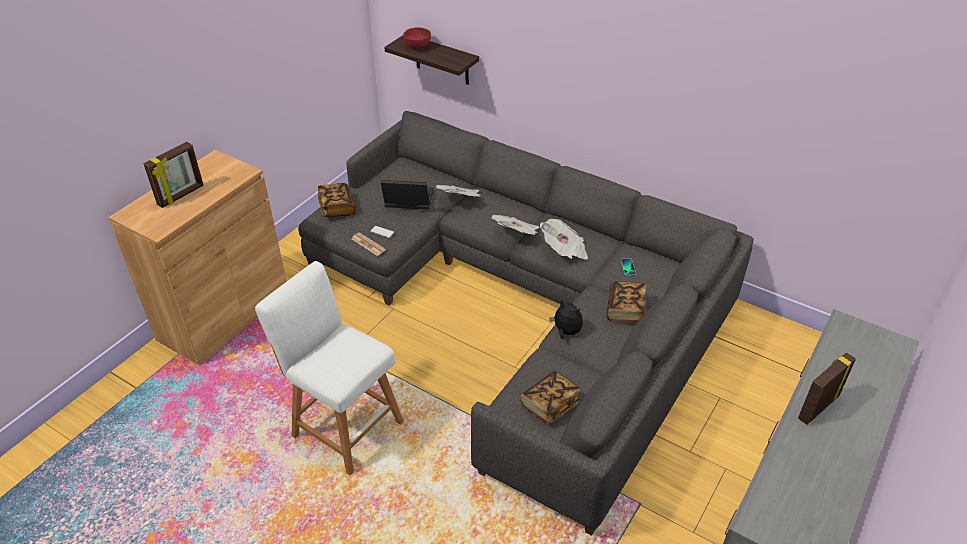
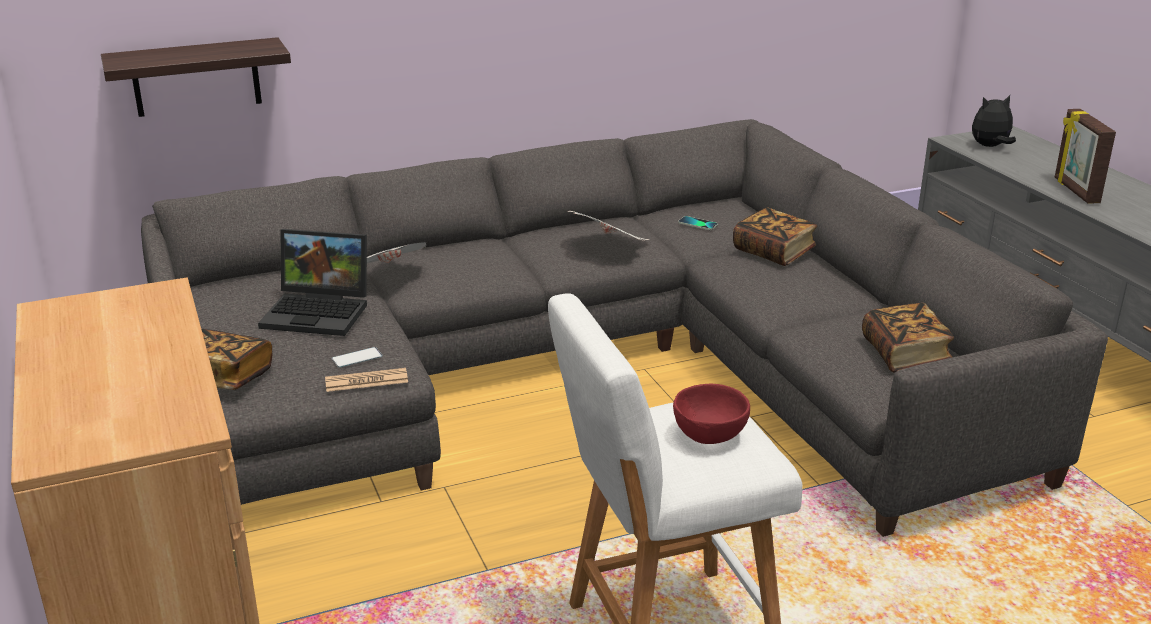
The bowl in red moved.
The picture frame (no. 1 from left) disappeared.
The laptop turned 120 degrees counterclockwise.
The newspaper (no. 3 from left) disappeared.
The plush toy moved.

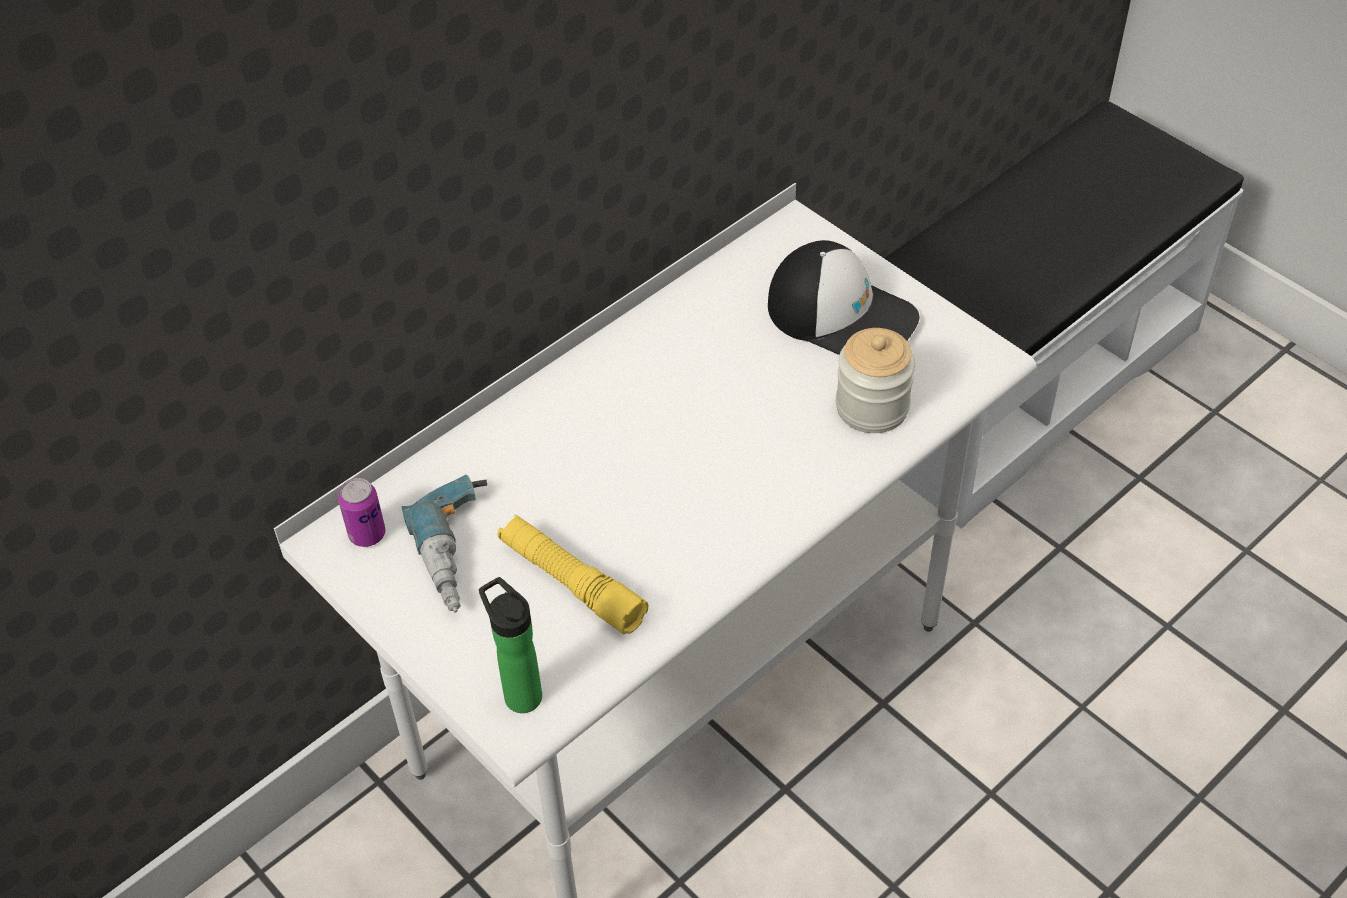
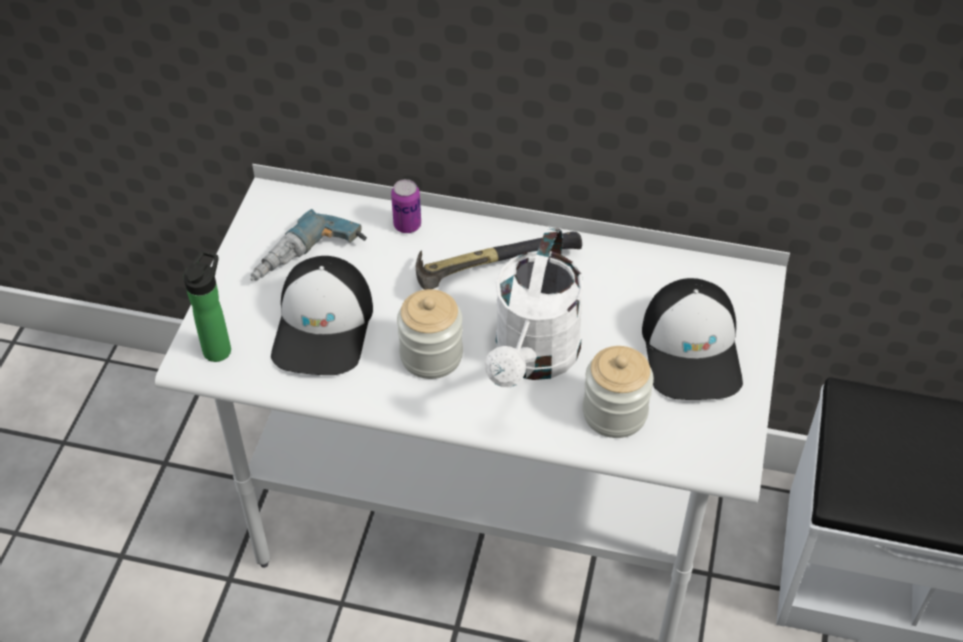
The can moved.
The flashlight in yellow was replaced by the cap (no. 1 from left).
The watering can in white appeared.
The hammer appeared.
The jar (no. 1 from left) appeared.

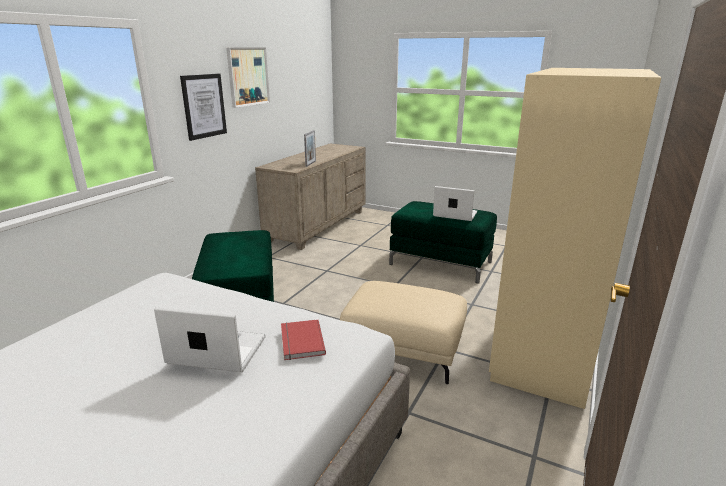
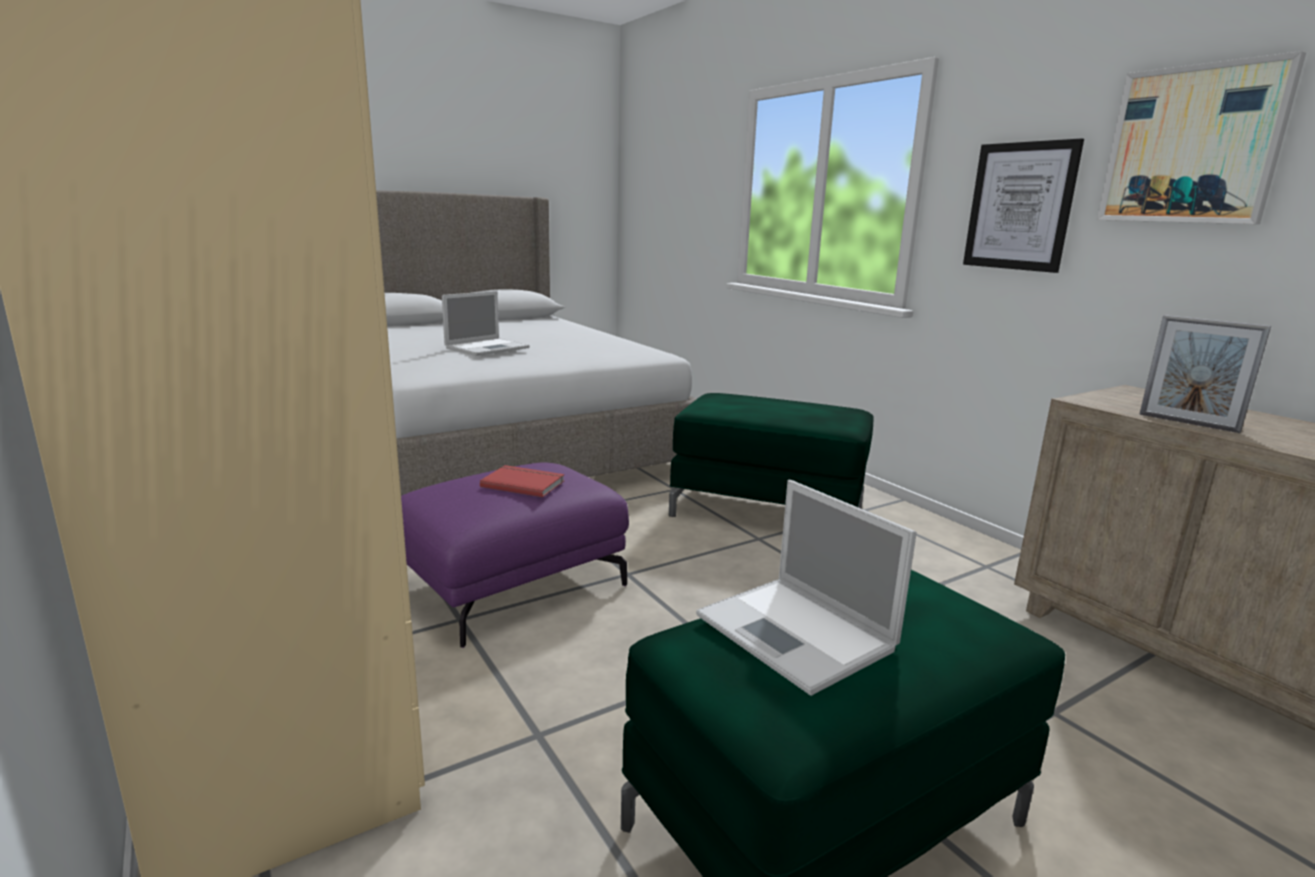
The laptop (no. 2 from left) turned 90 degrees clockwise.
The ottoman in beige became the ottoman in purple.
The book in red moved.

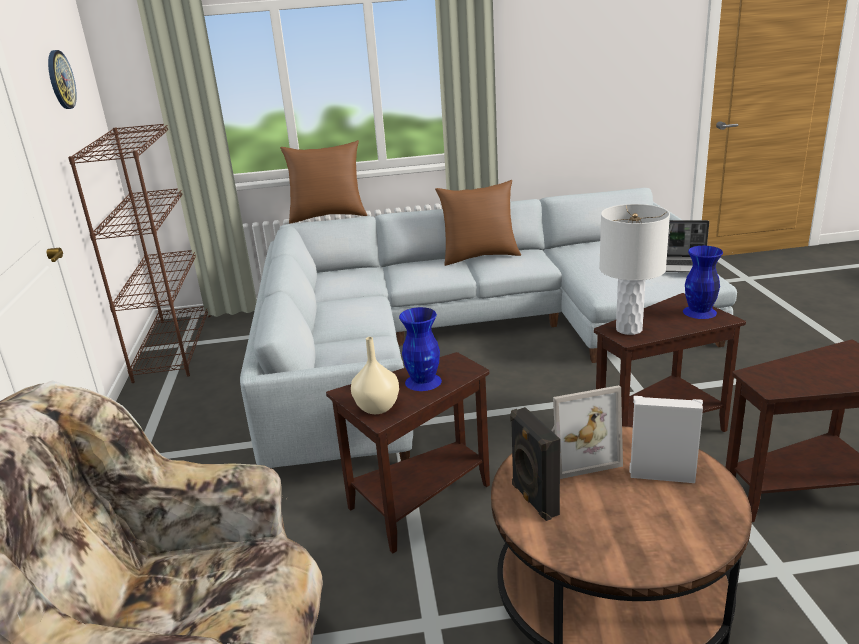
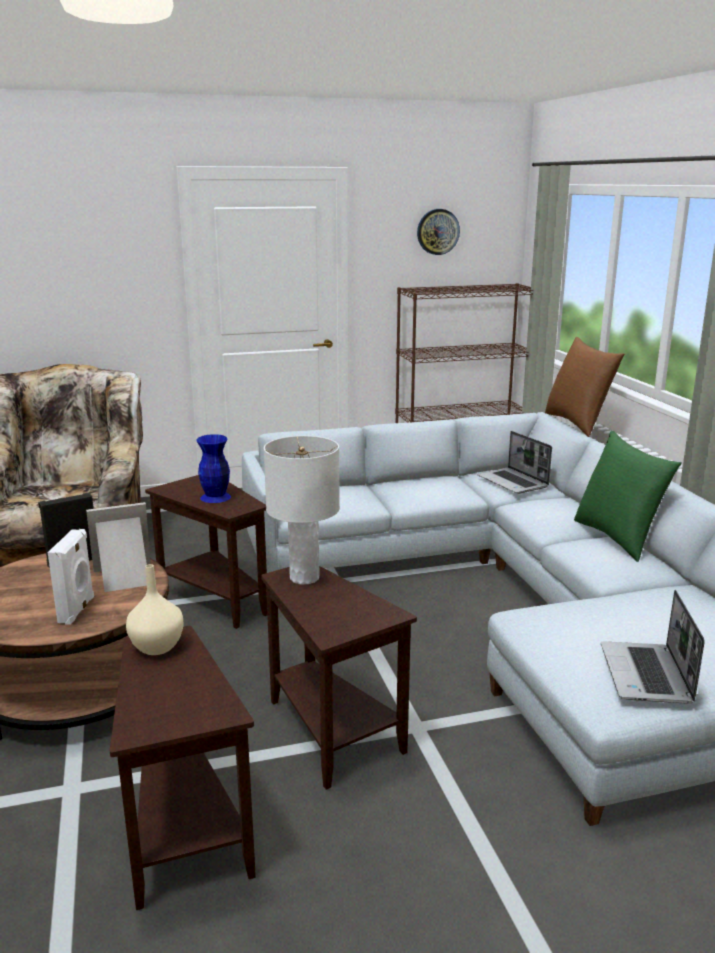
The pillow in brown (no. 2 from left) became the pillow in green.
The vase in blue (no. 2 from left) disappeared.
The vase in beige moved.
The picture frame turned 90 degrees clockwise.
The laptop (no. 1 from left) appeared.

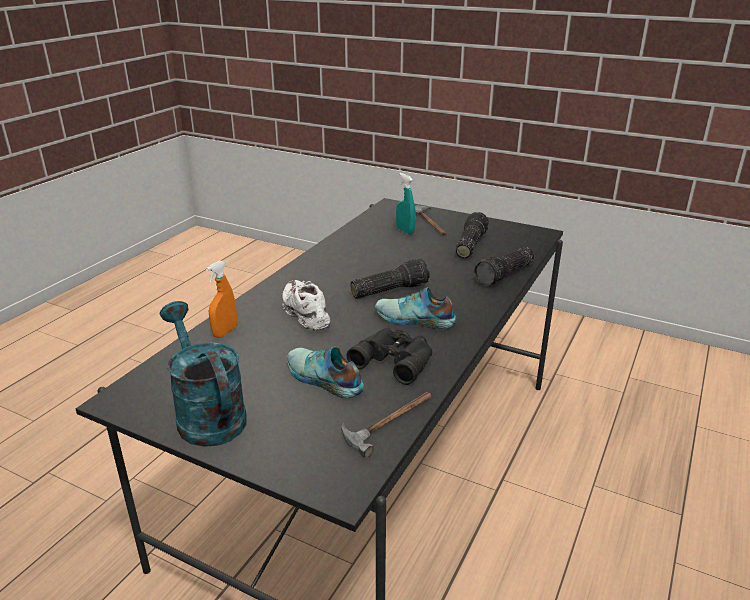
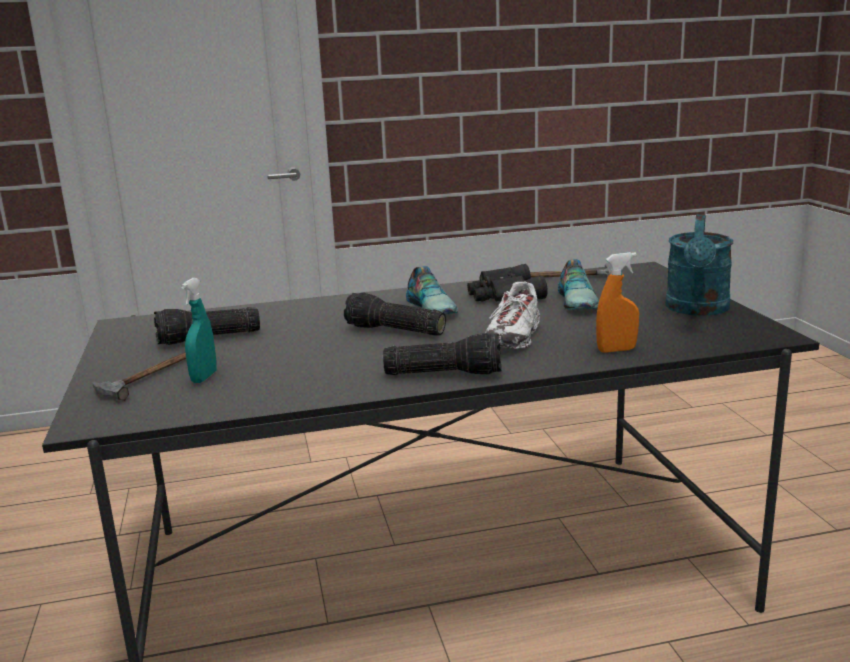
The flashlight (no. 3 from left) moved.

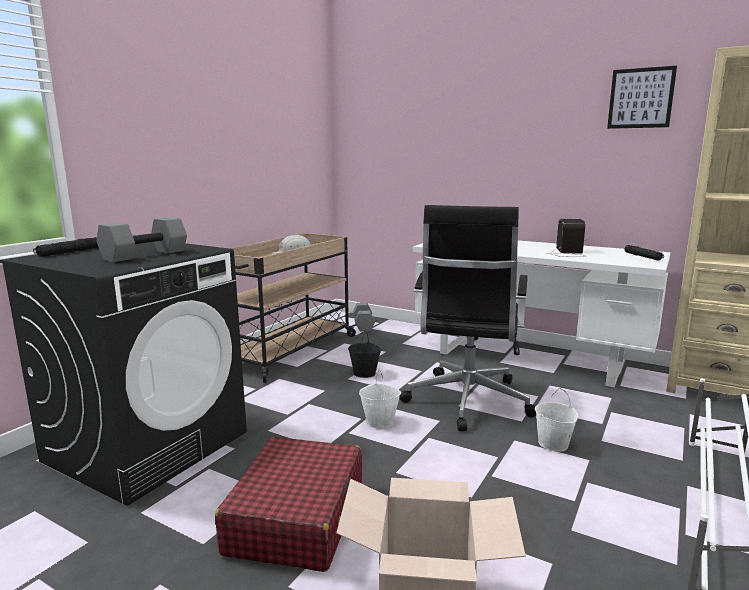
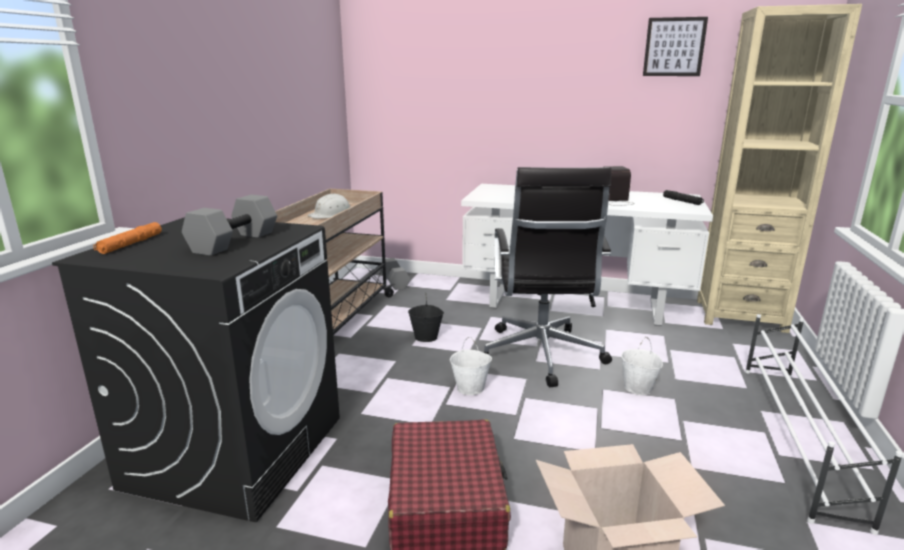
The flashlight in black (no. 1 from left) became the flashlight in orange.

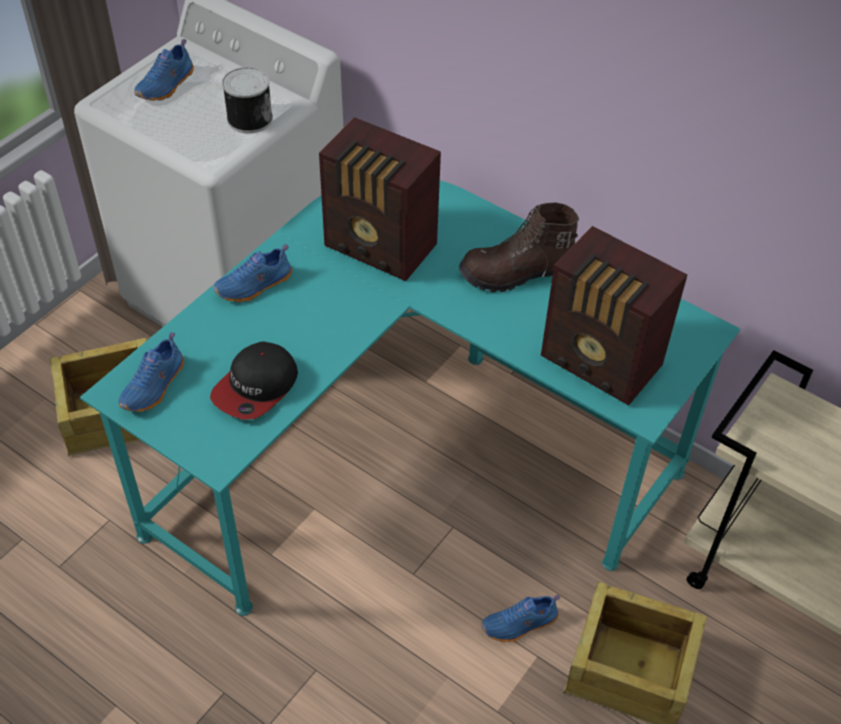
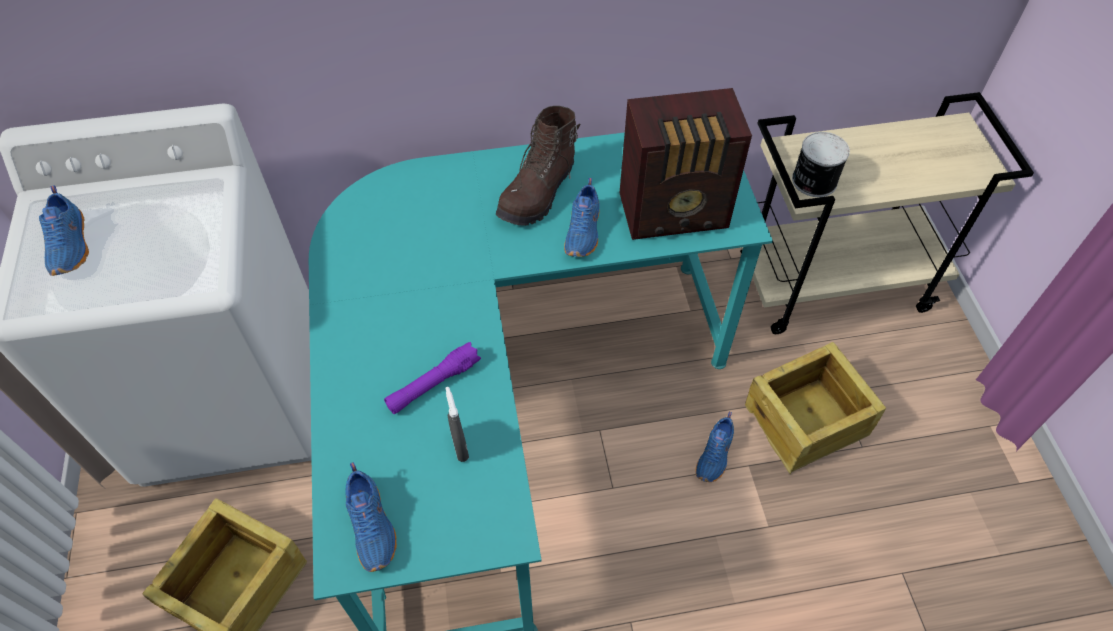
The can moved.
The radio (no. 1 from left) disappeared.
The shoe in blue (no. 3 from left) moved.
The cap was replaced by the spray bottle in grey.
The flashlight in purple appeared.

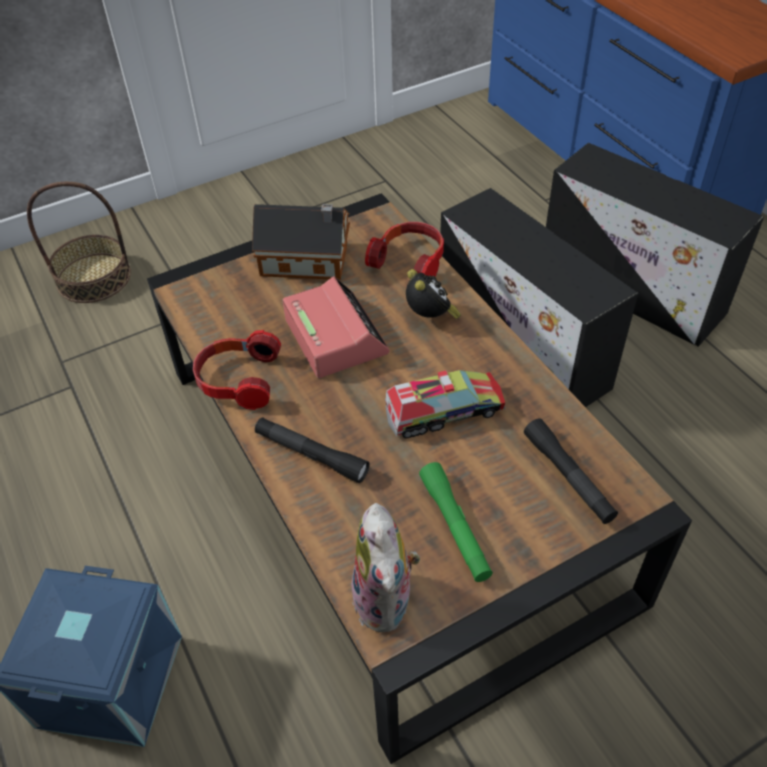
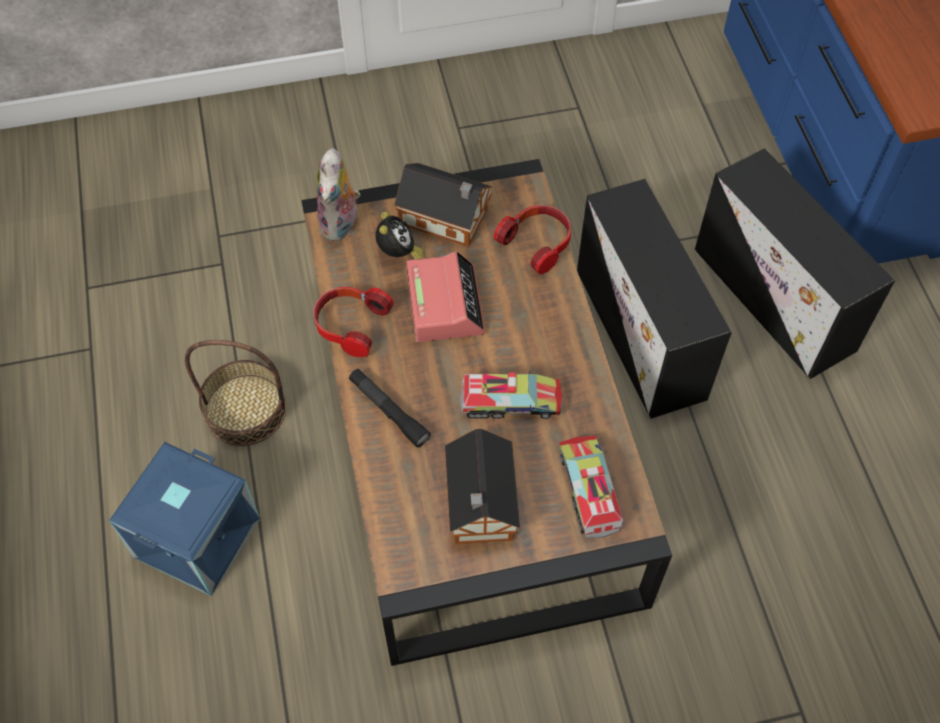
The basket moved.
The alarm clock (no. 2 from left in the first image) moved.
The flashlight in black (no. 2 from left) was replaced by the toy truck (no. 2 from left).
The flashlight in green was replaced by the toy house (no. 2 from left).
The plush toy moved.

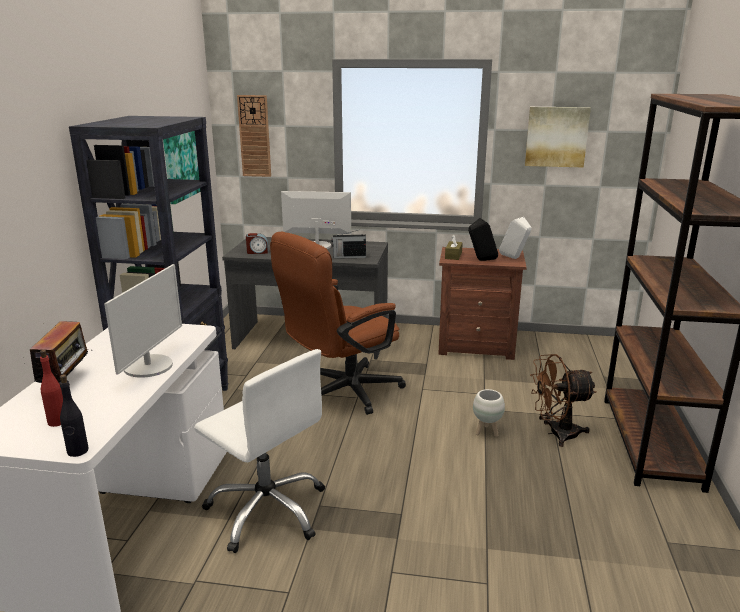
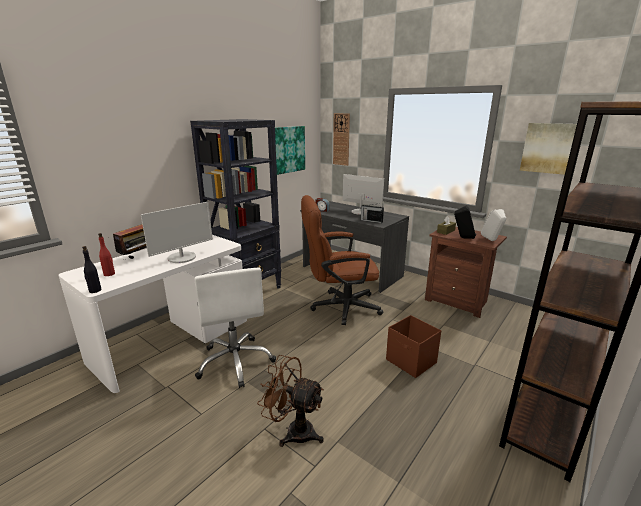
The fan in brown moved.
The planter in white was replaced by the storage box in brown.

